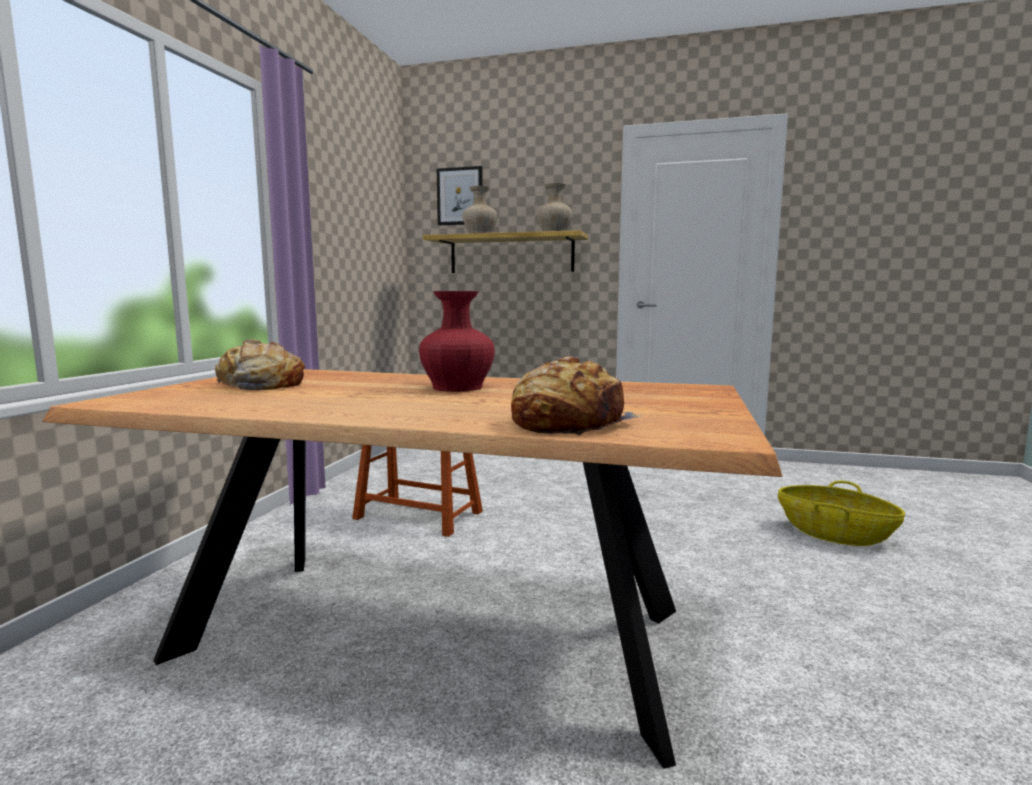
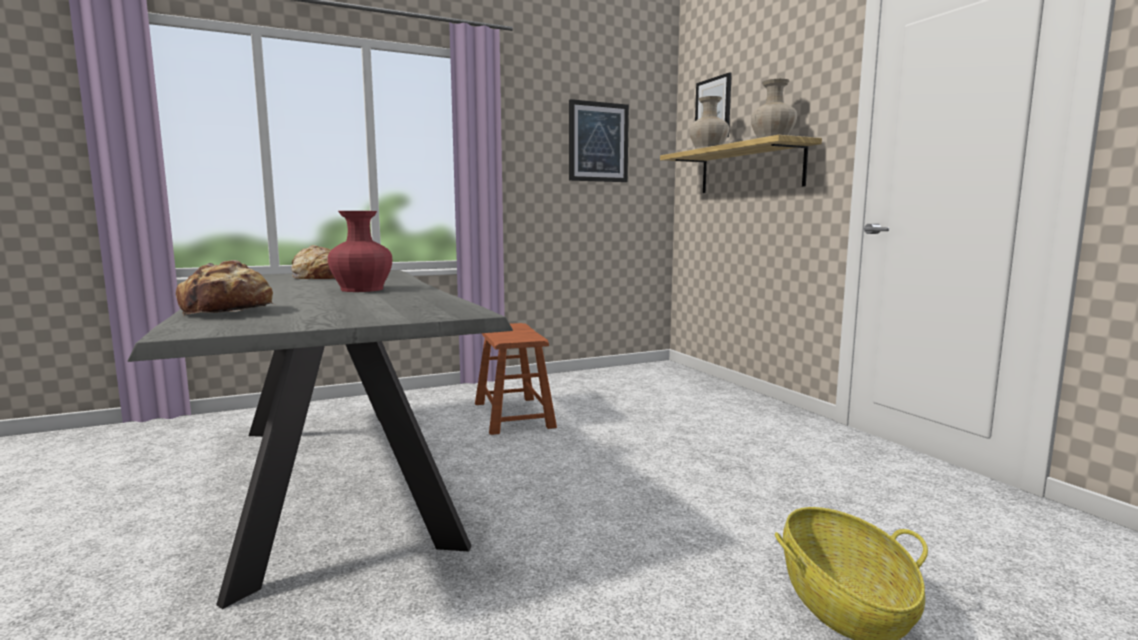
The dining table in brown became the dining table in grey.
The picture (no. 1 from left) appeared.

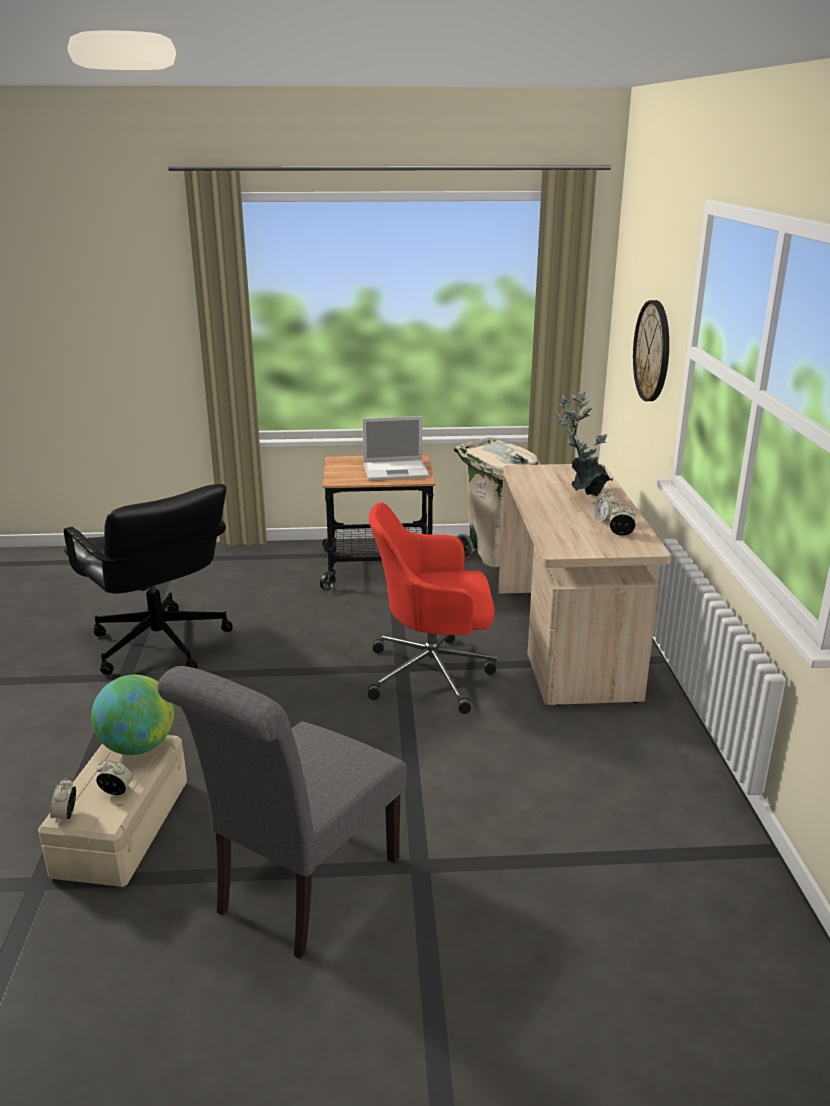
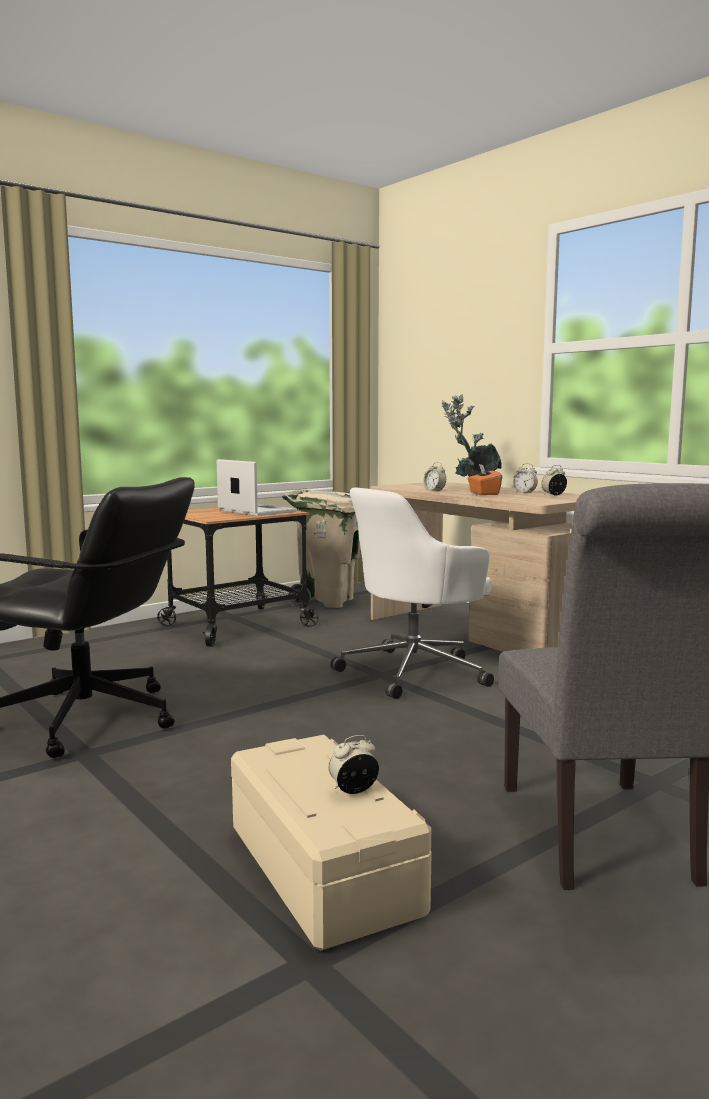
The wall clock disappeared.
The laptop turned 90 degrees counterclockwise.
The office chair in red became the office chair in white.
The globe disappeared.
The alarm clock (no. 1 from left in the first image) moved.
The tissue box in orange appeared.

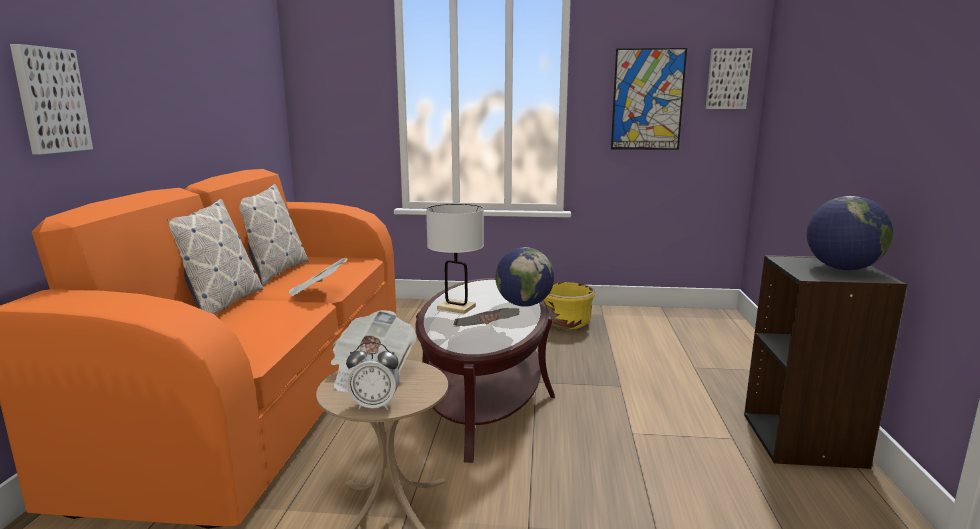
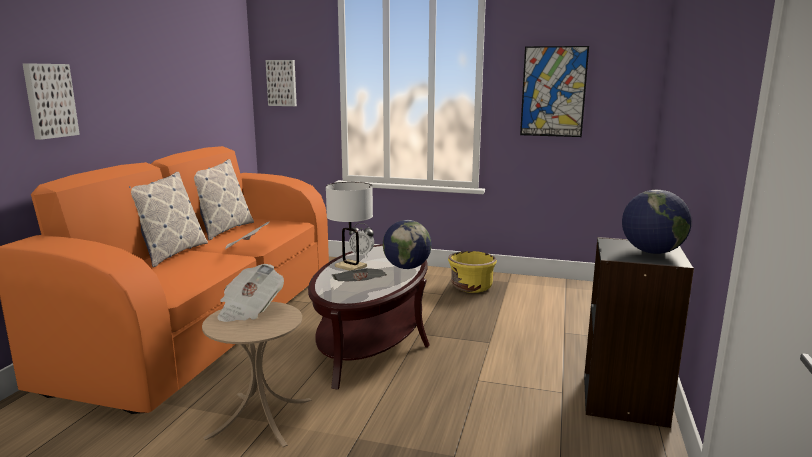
The picture (no. 3 from left in the first image) moved.
The alarm clock moved.

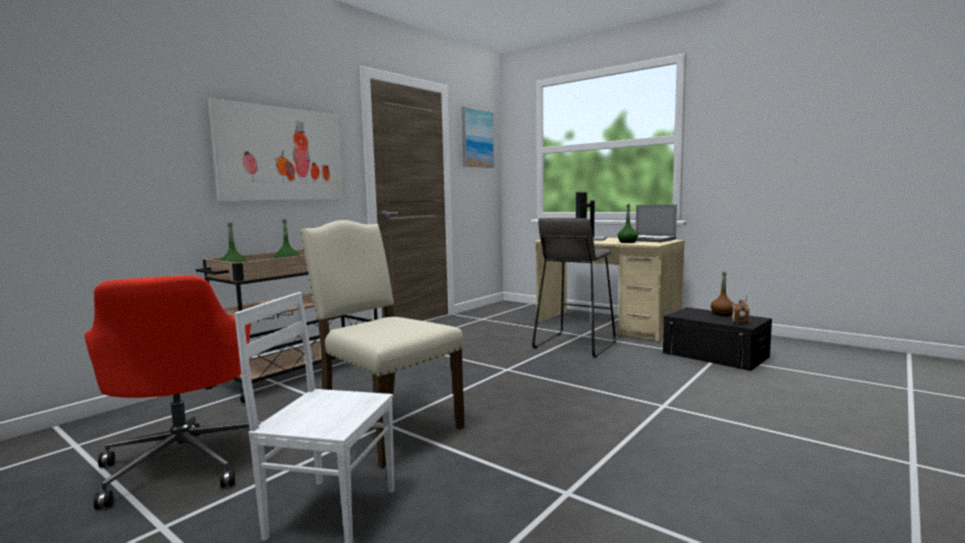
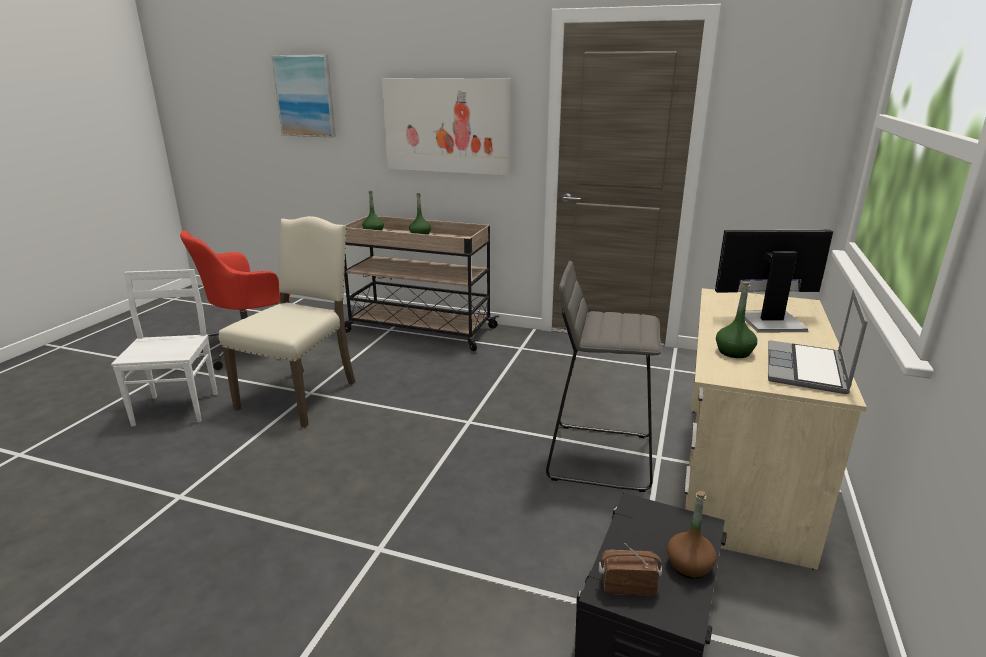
The picture (no. 2 from left in the first image) moved.

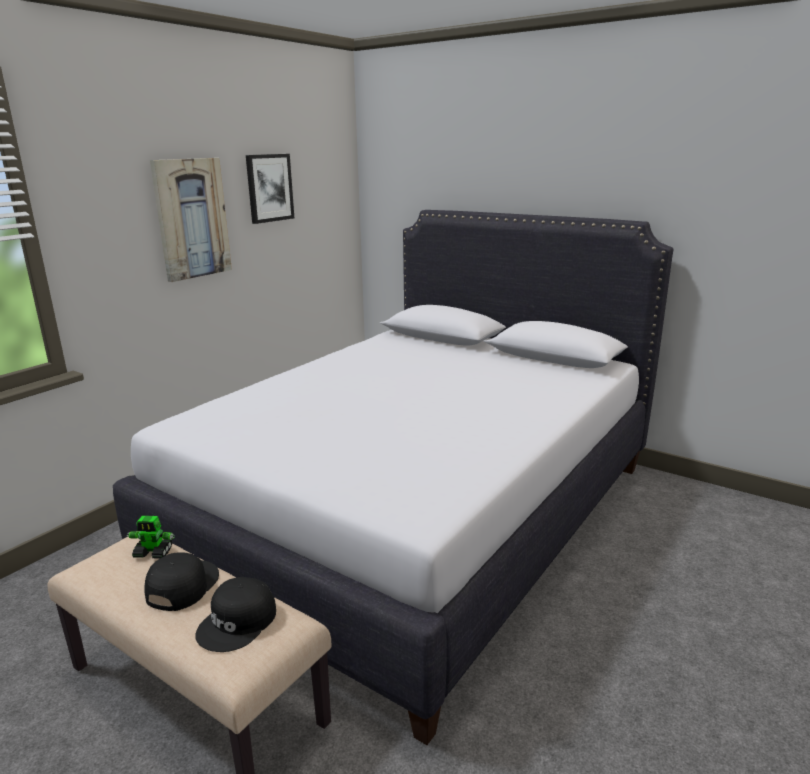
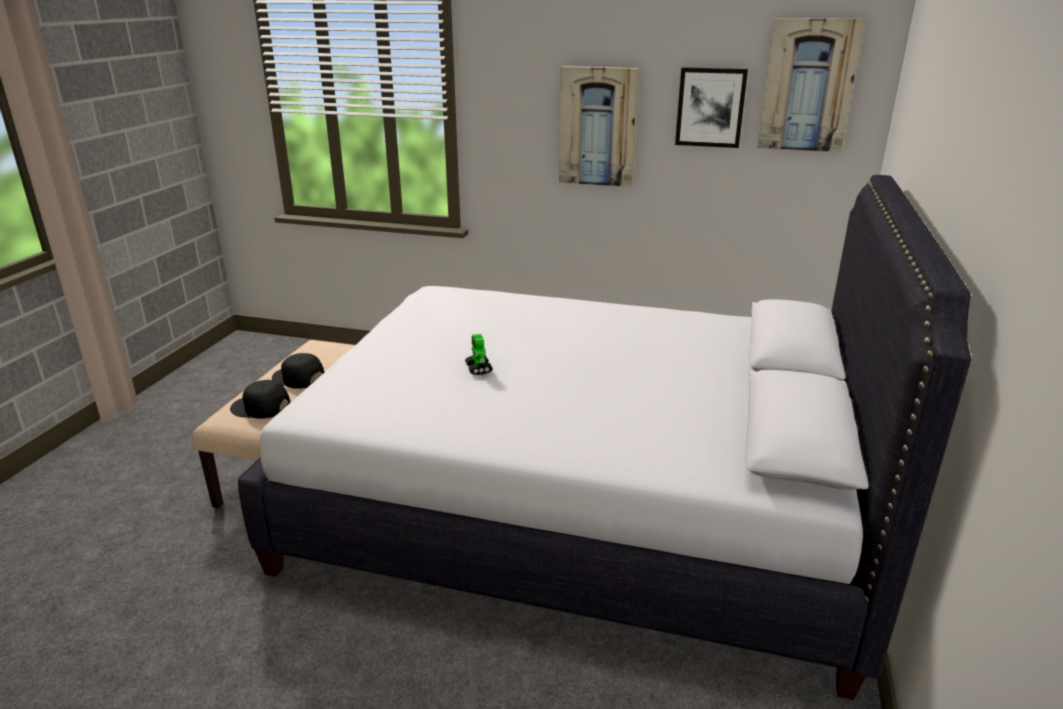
The toy robot moved.
The cap in black (no. 1 from left in the first image) turned 150 degrees counterclockwise.
The picture (no. 3 from left) appeared.

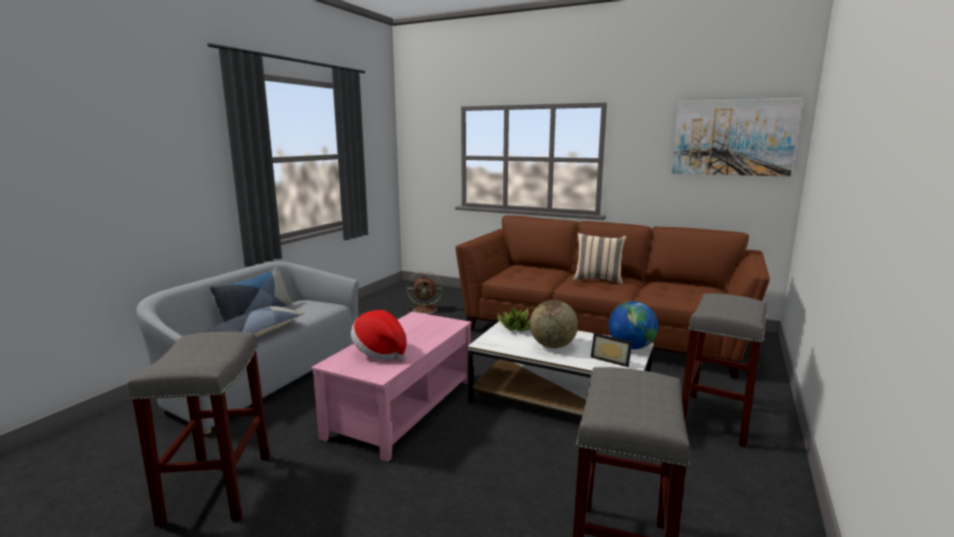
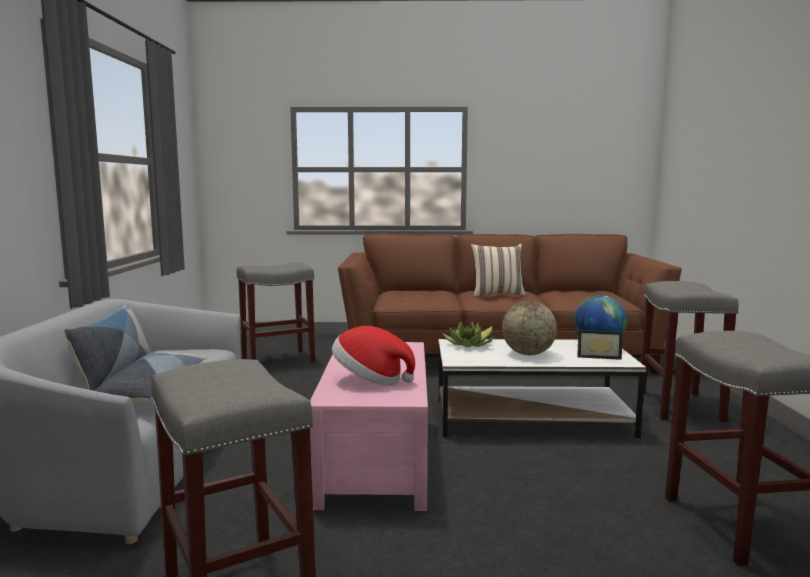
The picture disappeared.
The fan in brown was replaced by the stool in grey (no. 2 from left).

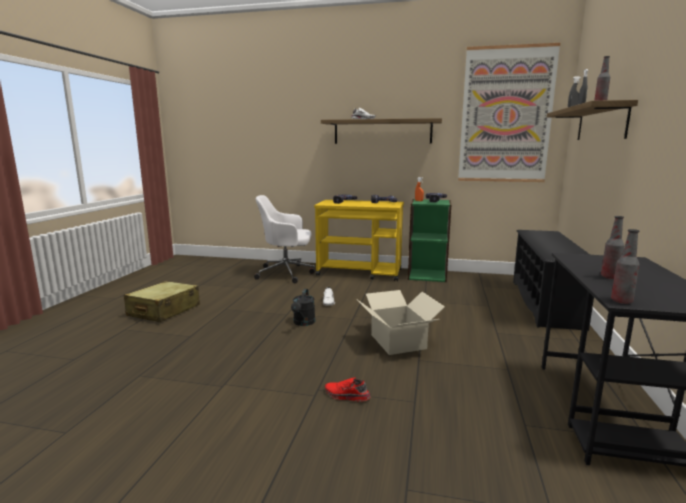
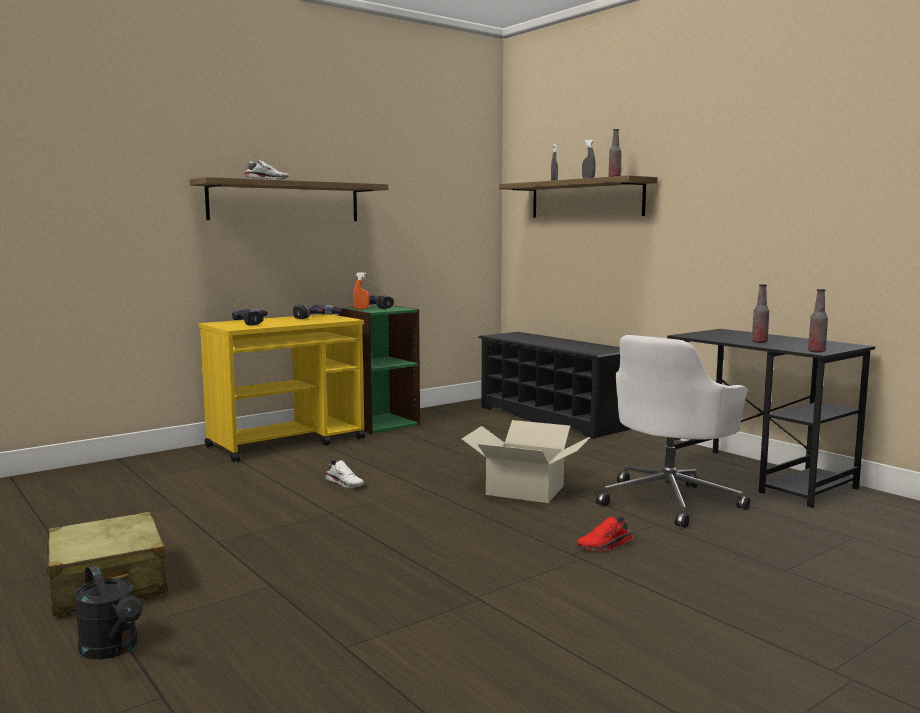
The picture disappeared.
The office chair in white moved.
The watering can in black moved.

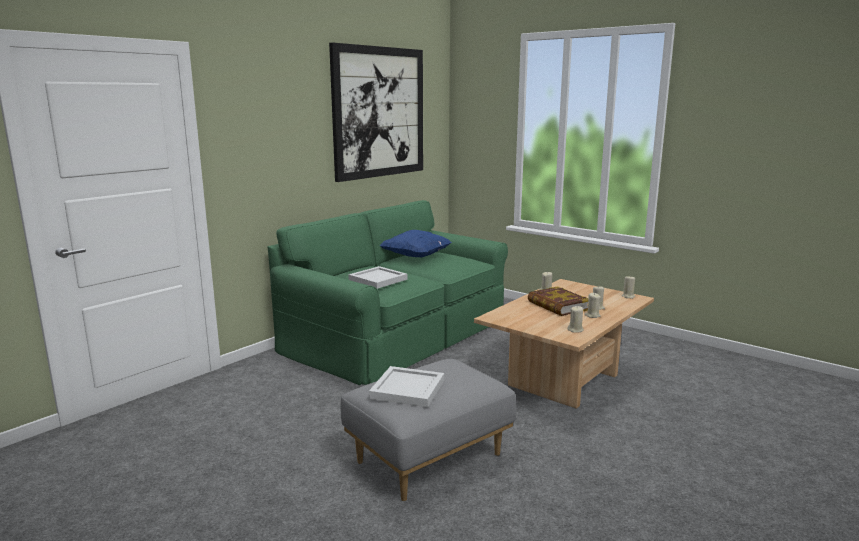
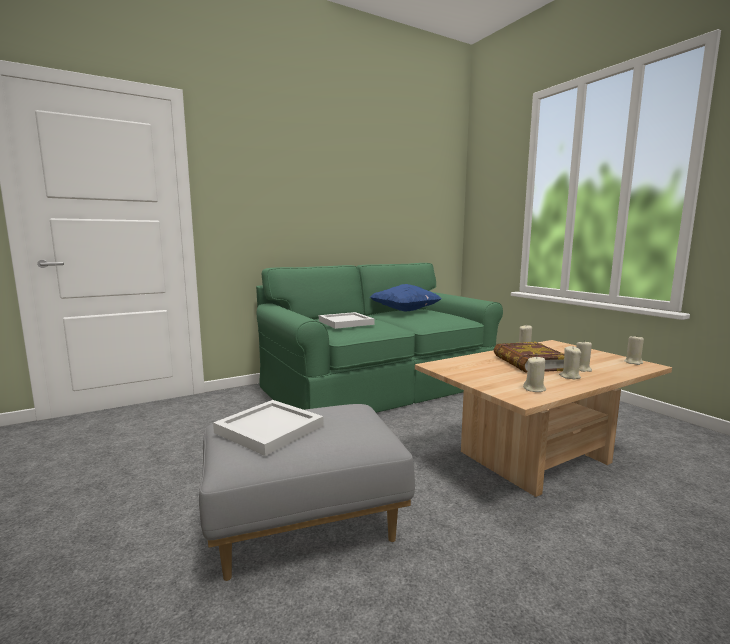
The picture disappeared.

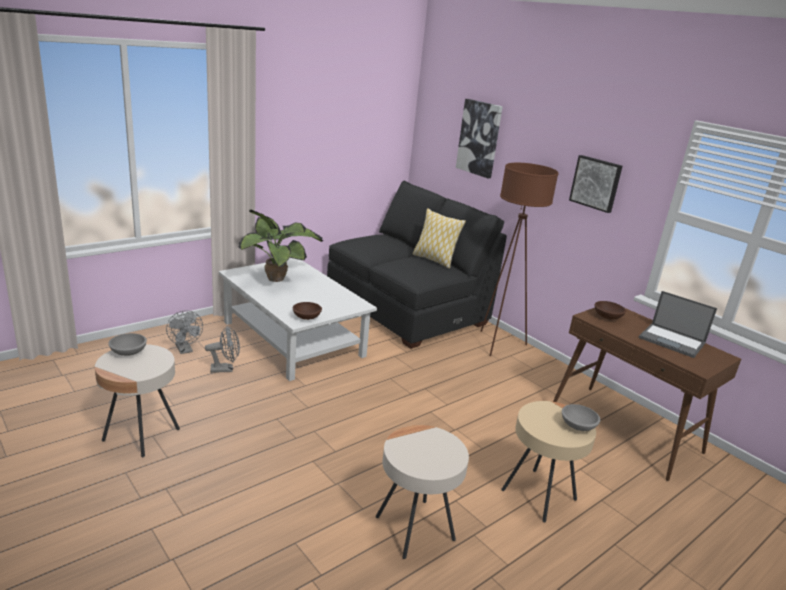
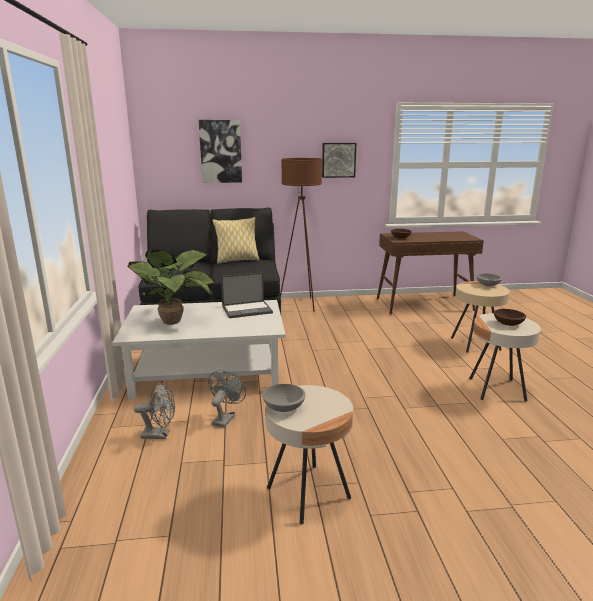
The laptop moved.
The bowl in brown (no. 1 from left in the first image) moved.

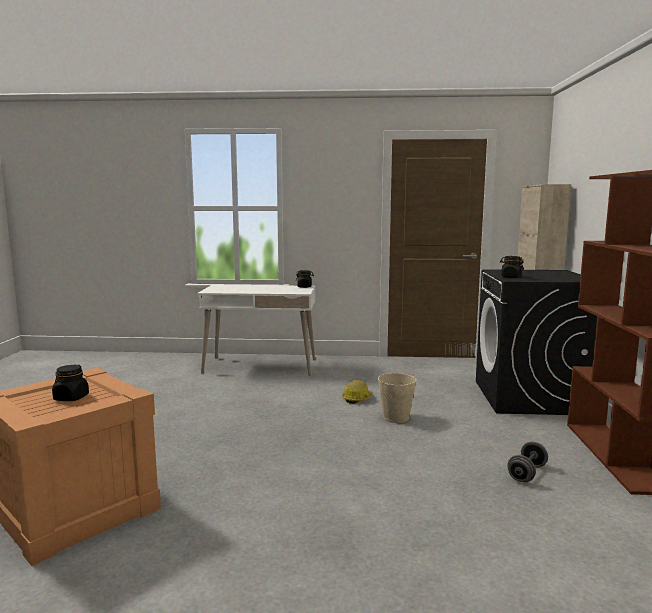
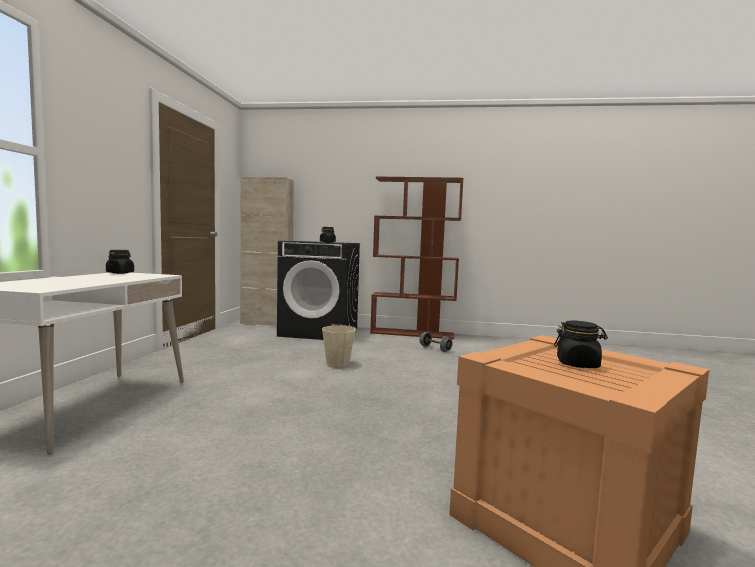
The hard hat disappeared.

